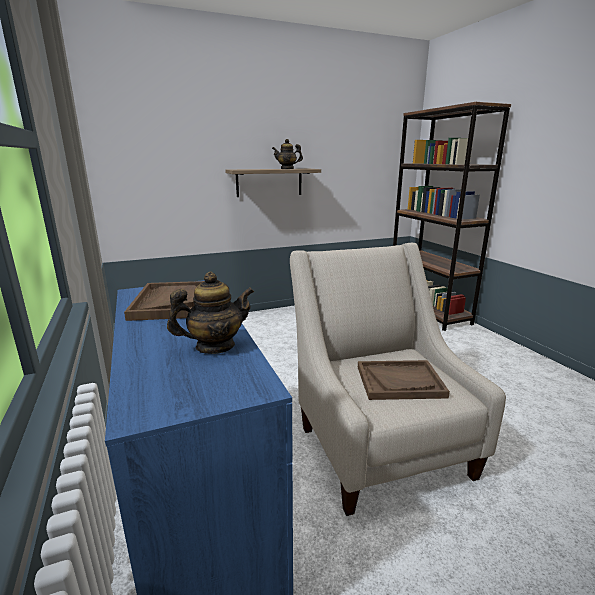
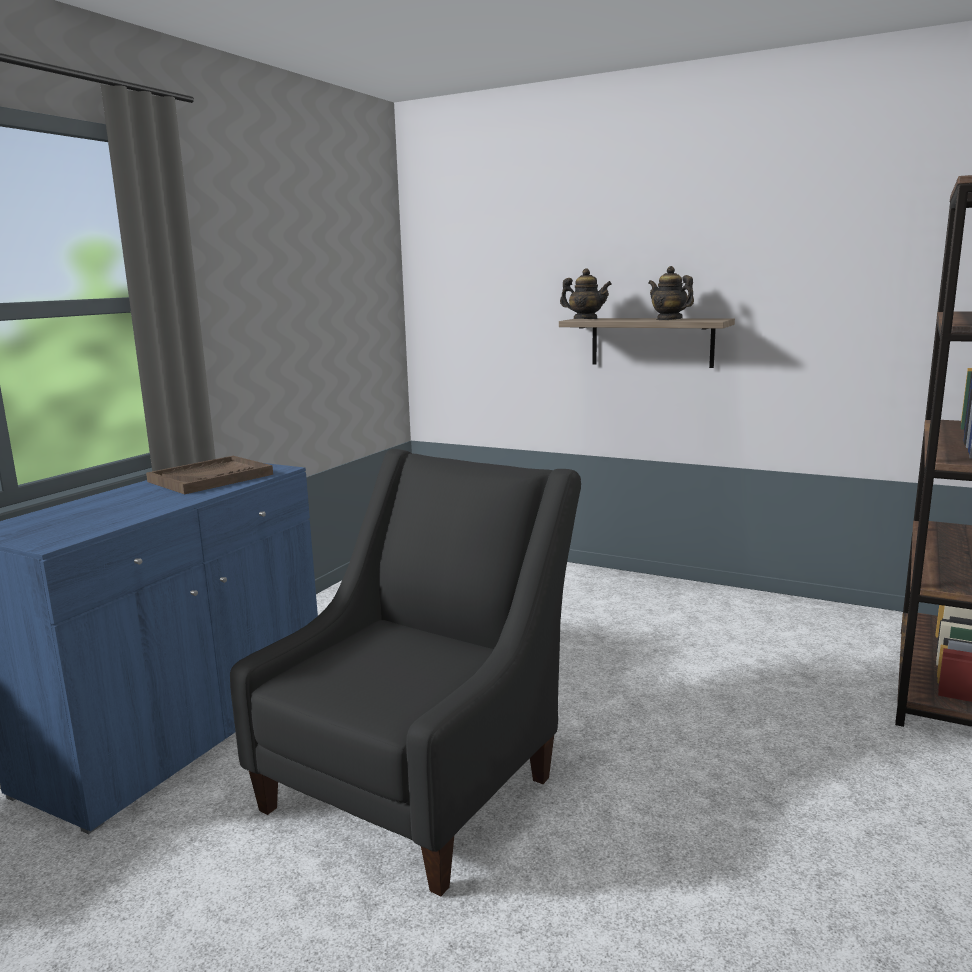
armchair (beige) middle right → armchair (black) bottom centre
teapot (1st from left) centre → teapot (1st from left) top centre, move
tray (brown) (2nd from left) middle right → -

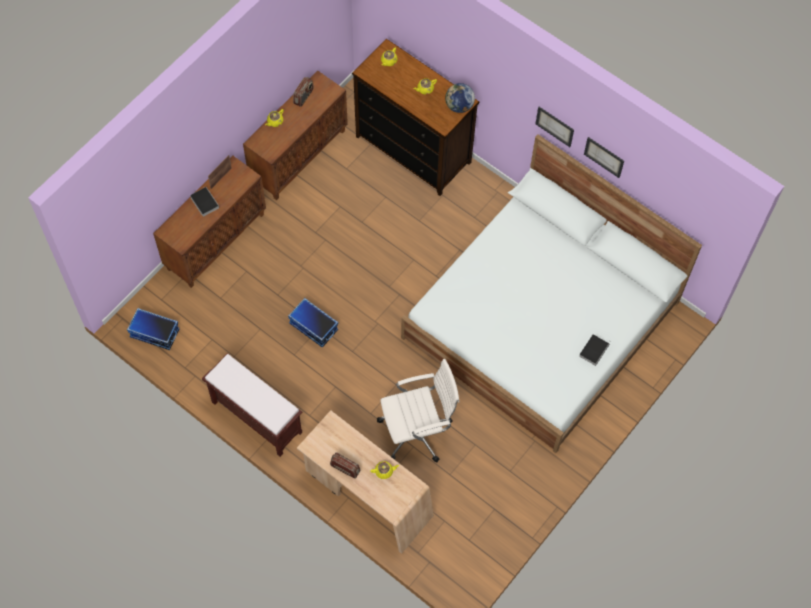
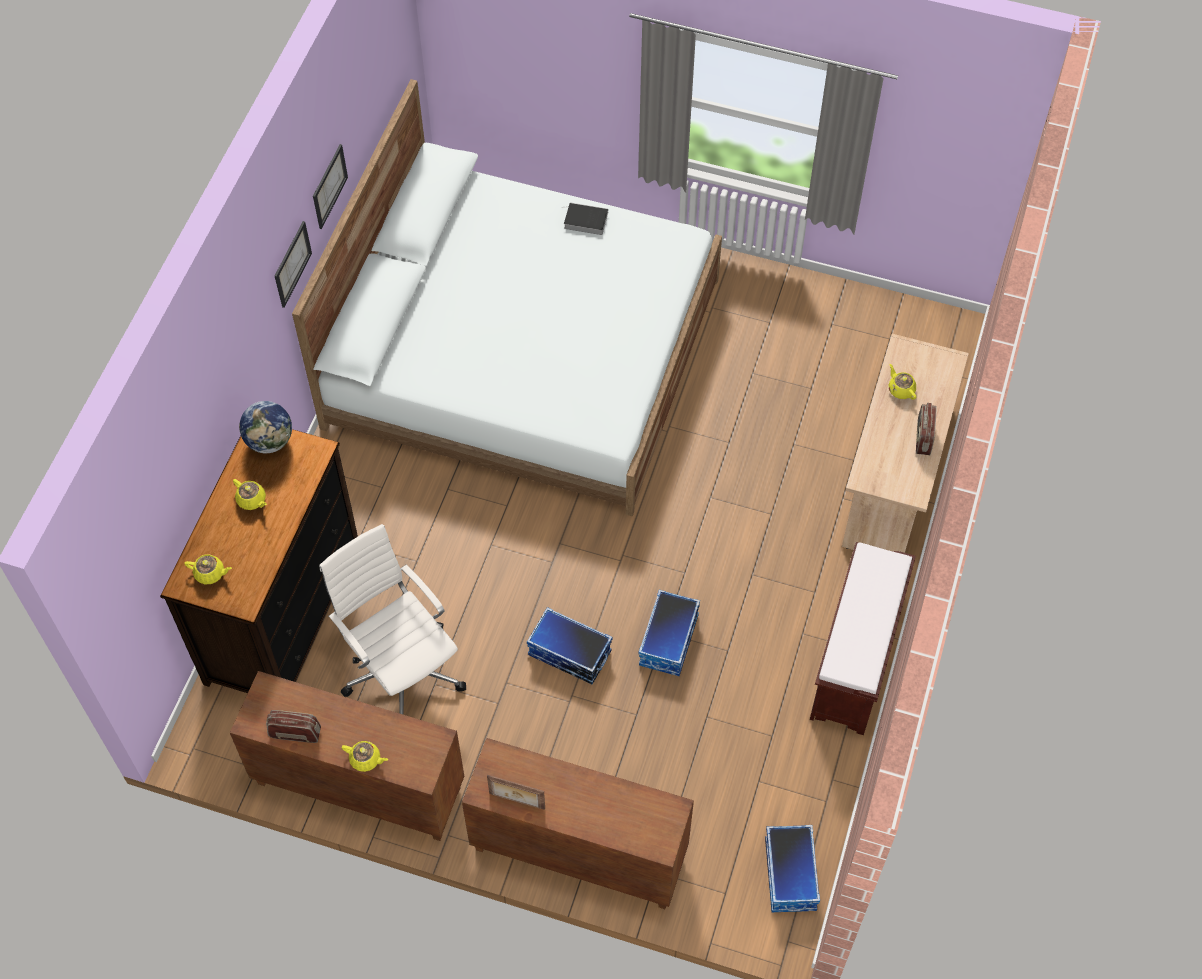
book (1st from left) top left → -
office chair (white) bottom centre → office chair (white) middle left, move
- → storage box (1st from left) centre

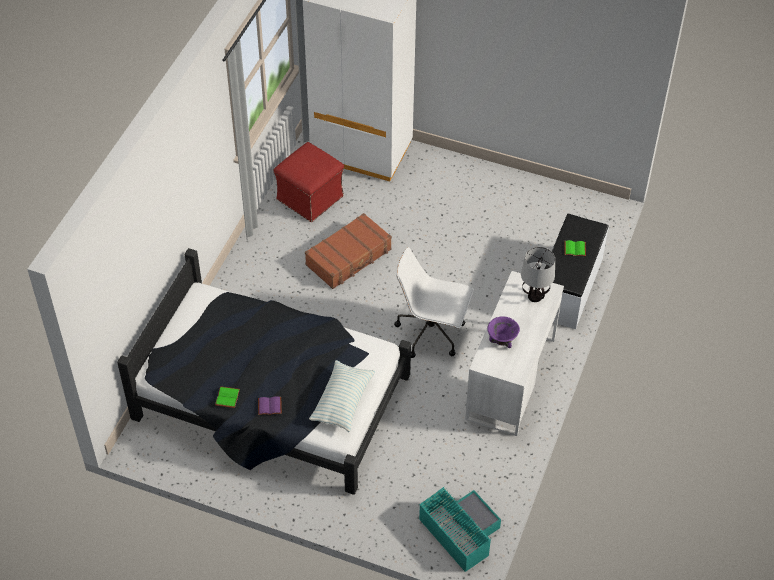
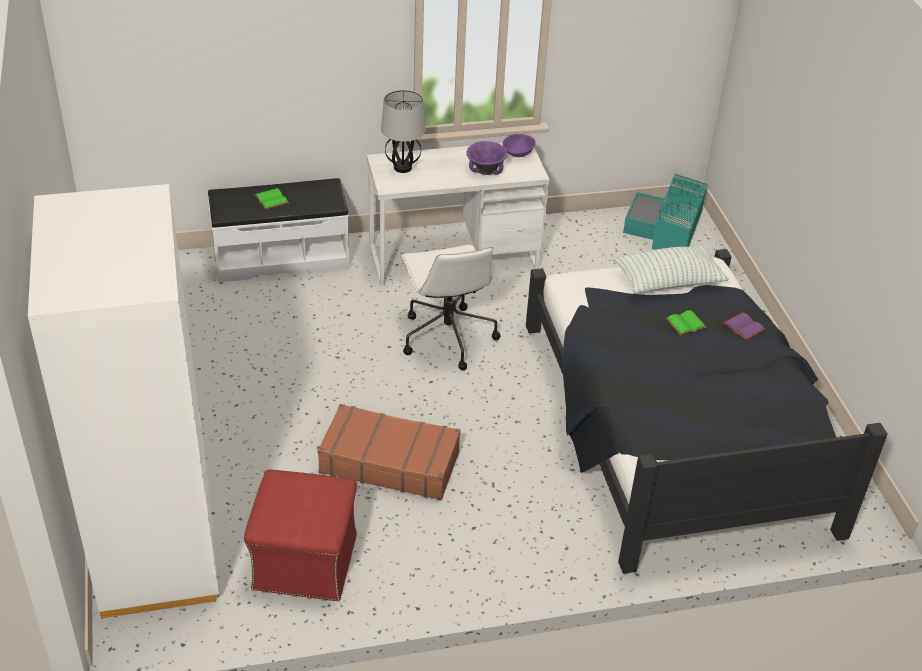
book (green) (1st from left in the first image) bottom left → book (green) (2nd from left) middle right, move
- → bowl (purple) (2nd from left) top centre

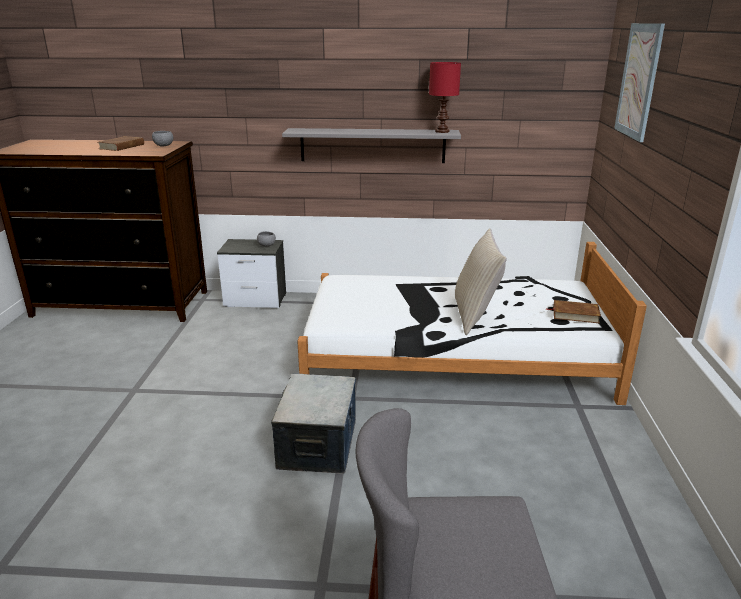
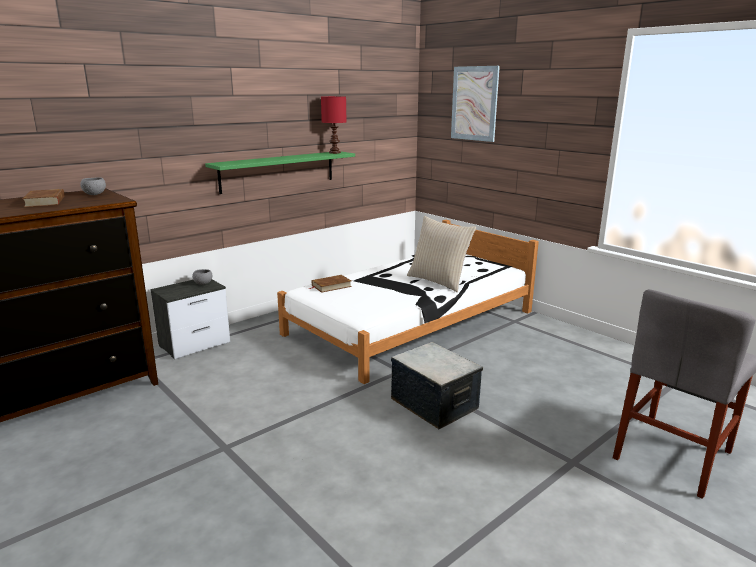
shelf (grey) top centre → shelf (green) top centre
book (brown) (2nd from left) middle right → book (brown) (2nd from left) centre, move

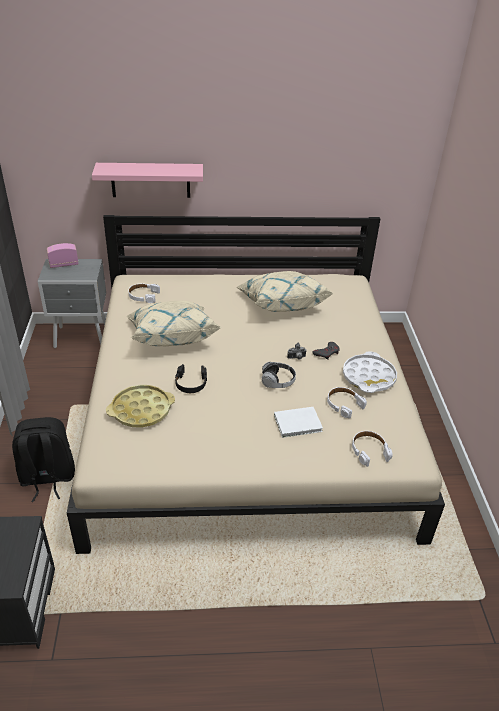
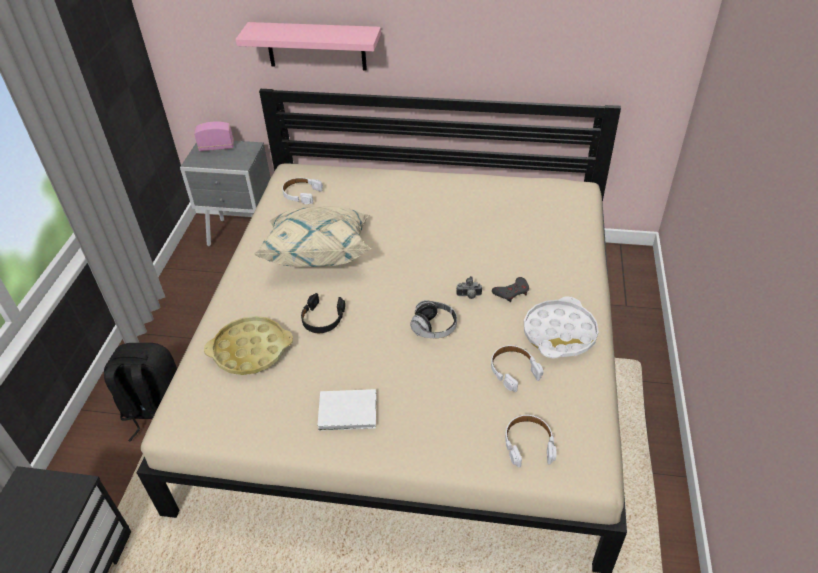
pillow (beige) (2nd from left) centre → -
book (white) centre → book (white) bottom centre, move

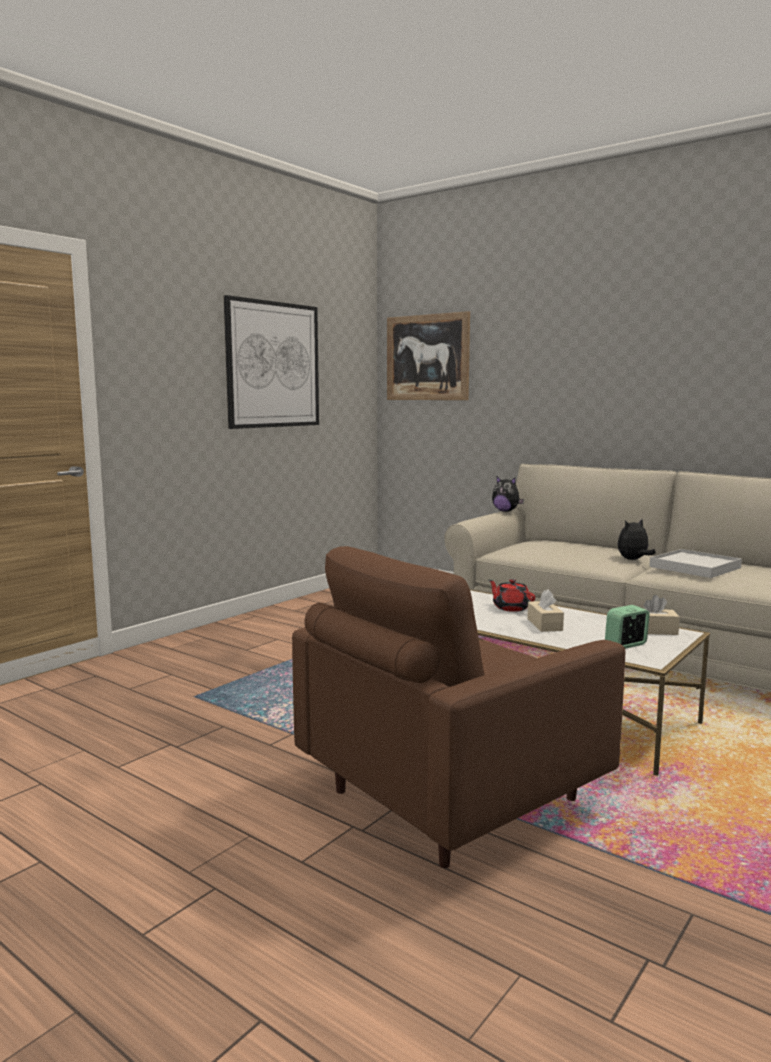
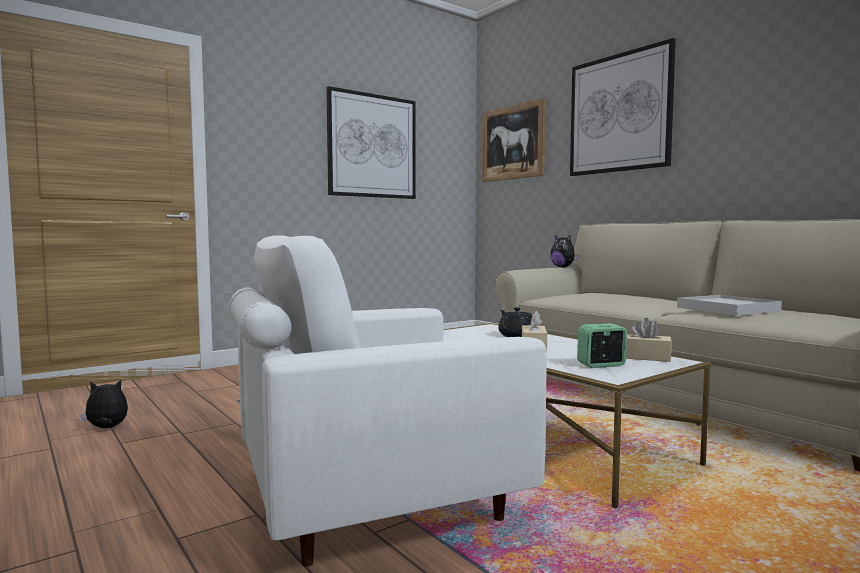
plush toy (2nd from left in the first image) middle right → plush toy (1st from left) bottom left, move
armchair (brown) centre → armchair (white) bottom centre
teapot (red) centre → teapot (black) centre
- → picture (3rd from left) top right

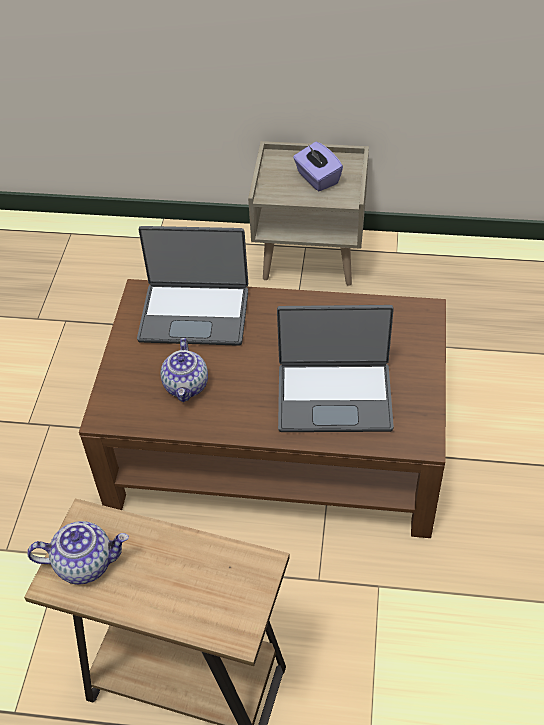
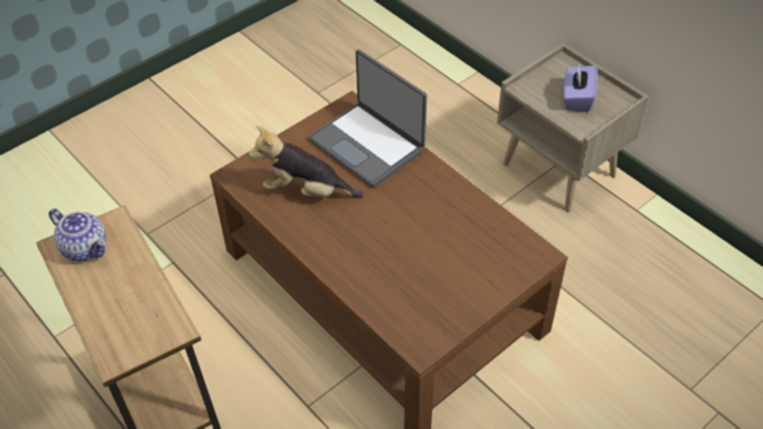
laptop (2nd from left) centre → -
teapot (2nd from left) centre → plush toy centre

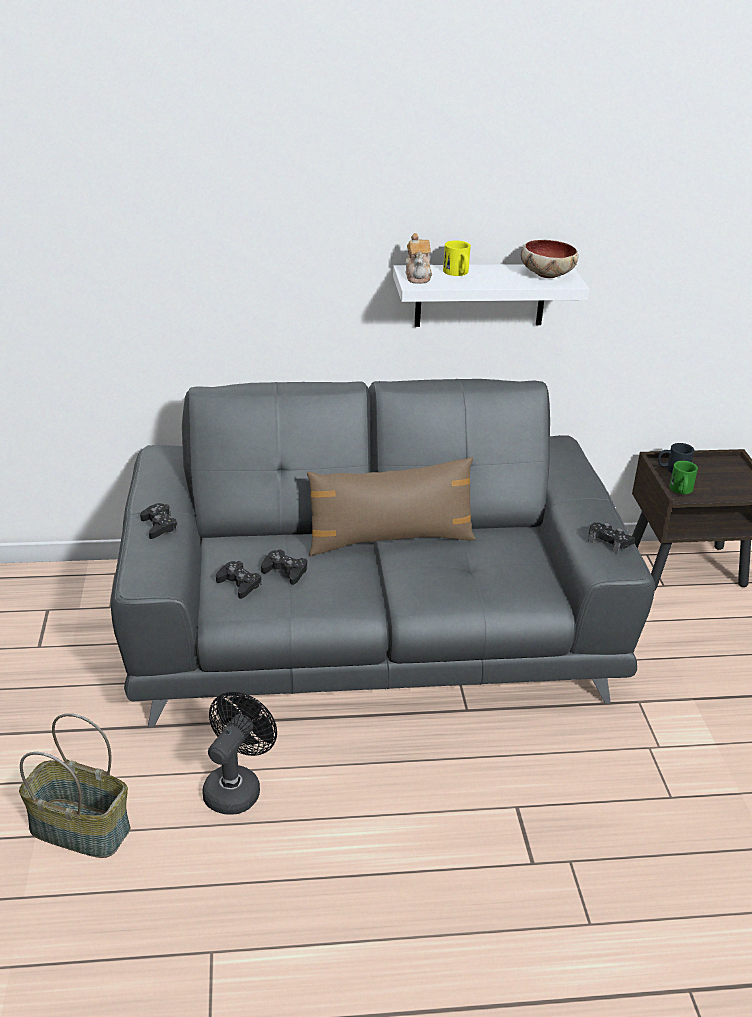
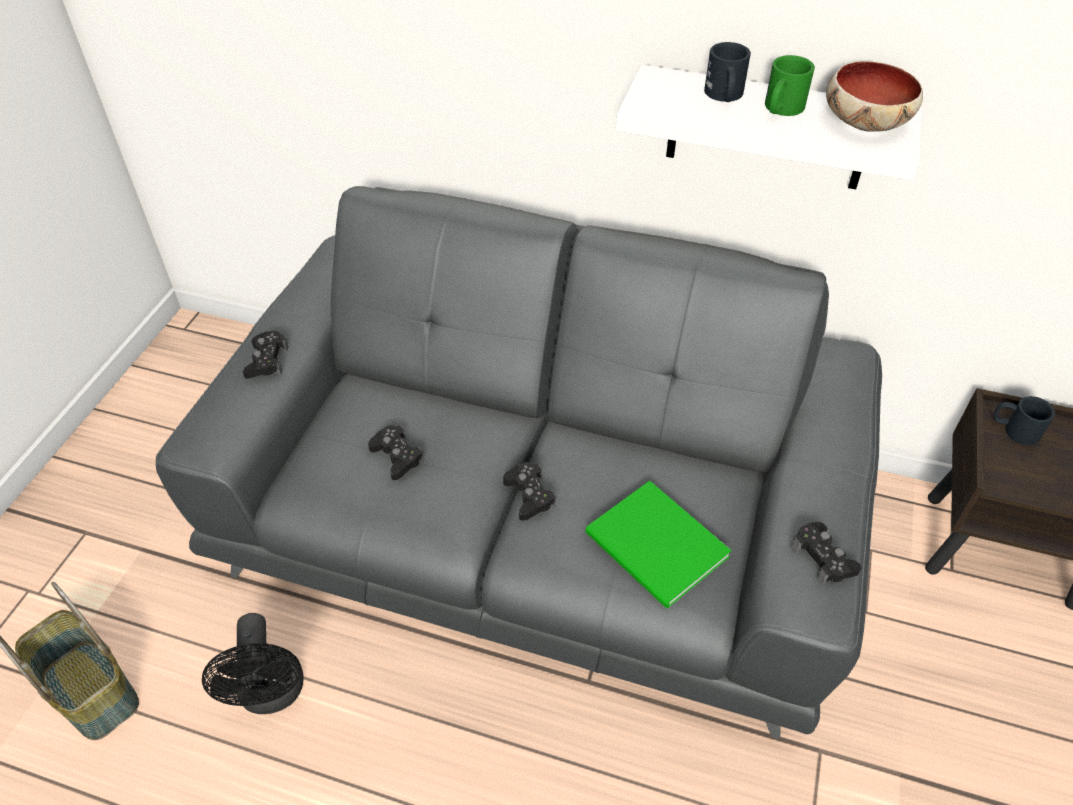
teapot top centre → -
mug (yellow) top centre → mug (black) (1st from left) top right
pillow (brown) centre → -
mug (green) middle right → mug (green) top right, move
game controller (black) (2nd from left in the first image) middle left → game controller (black) (3rd from left) centre, move
fan (black) bottom left, 120 degrees clockwise
- → book (green) bottom centre

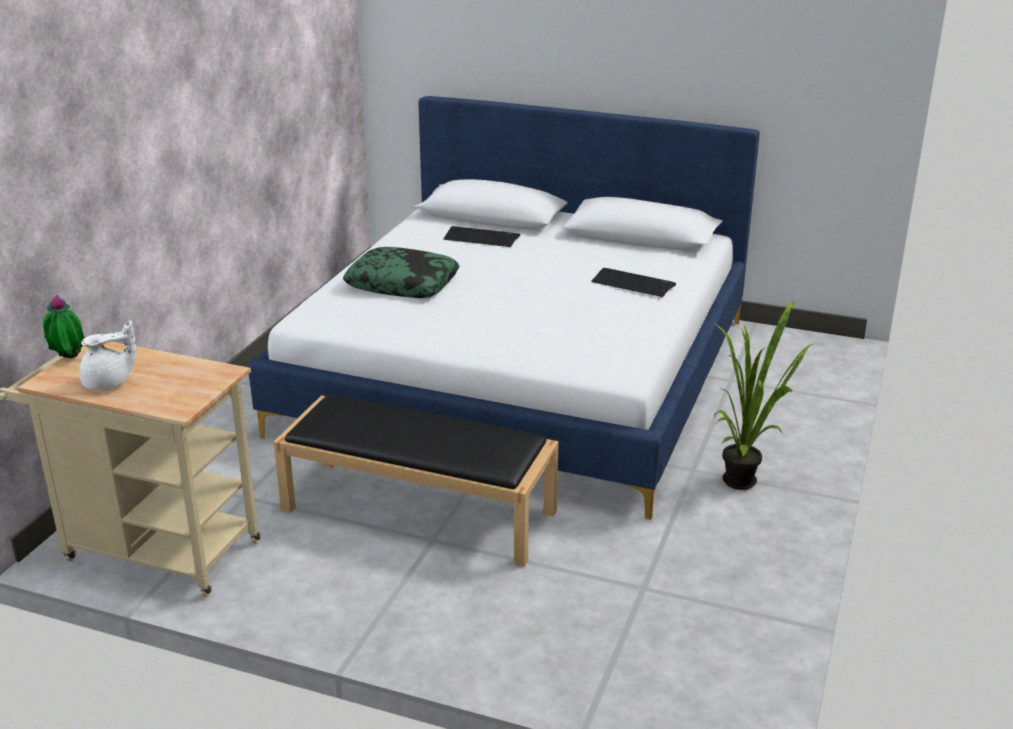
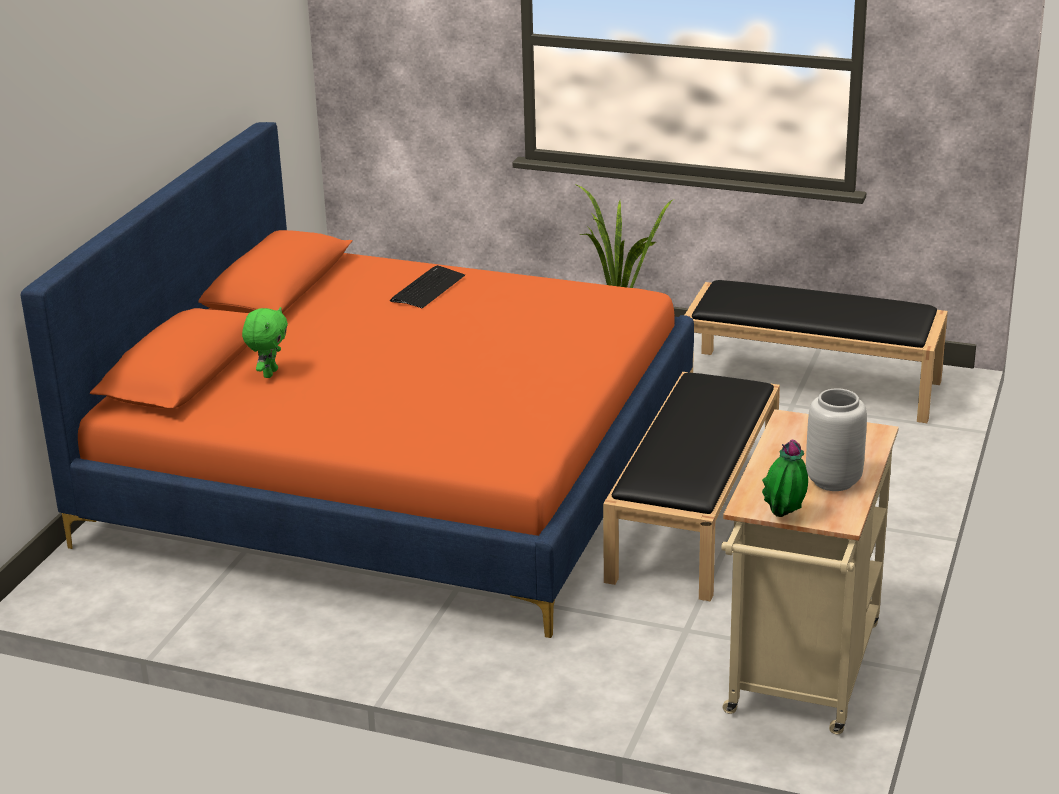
bed (white) centre → bed (orange) centre
keyboard (1st from left) top centre → plush toy (green) middle left
pillow centre → -
teapot (white) middle left → vase (grey) middle right
- → bench (black) (2nd from left) middle right

